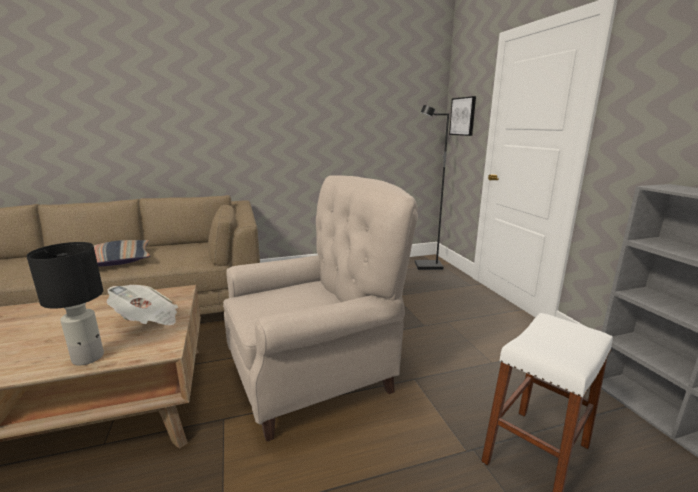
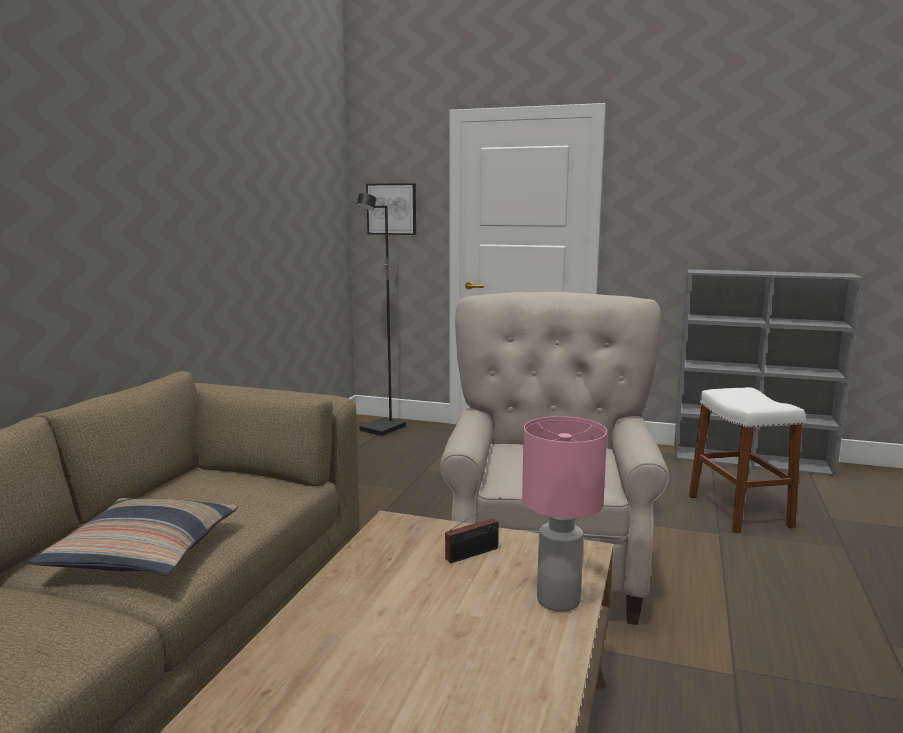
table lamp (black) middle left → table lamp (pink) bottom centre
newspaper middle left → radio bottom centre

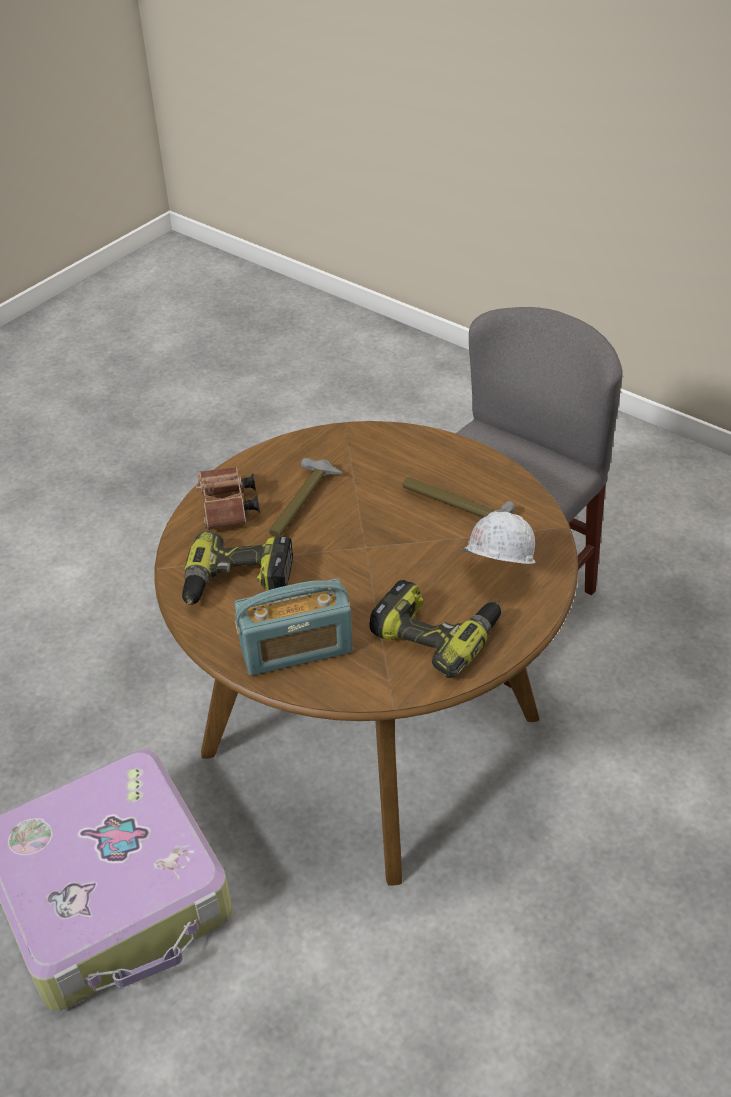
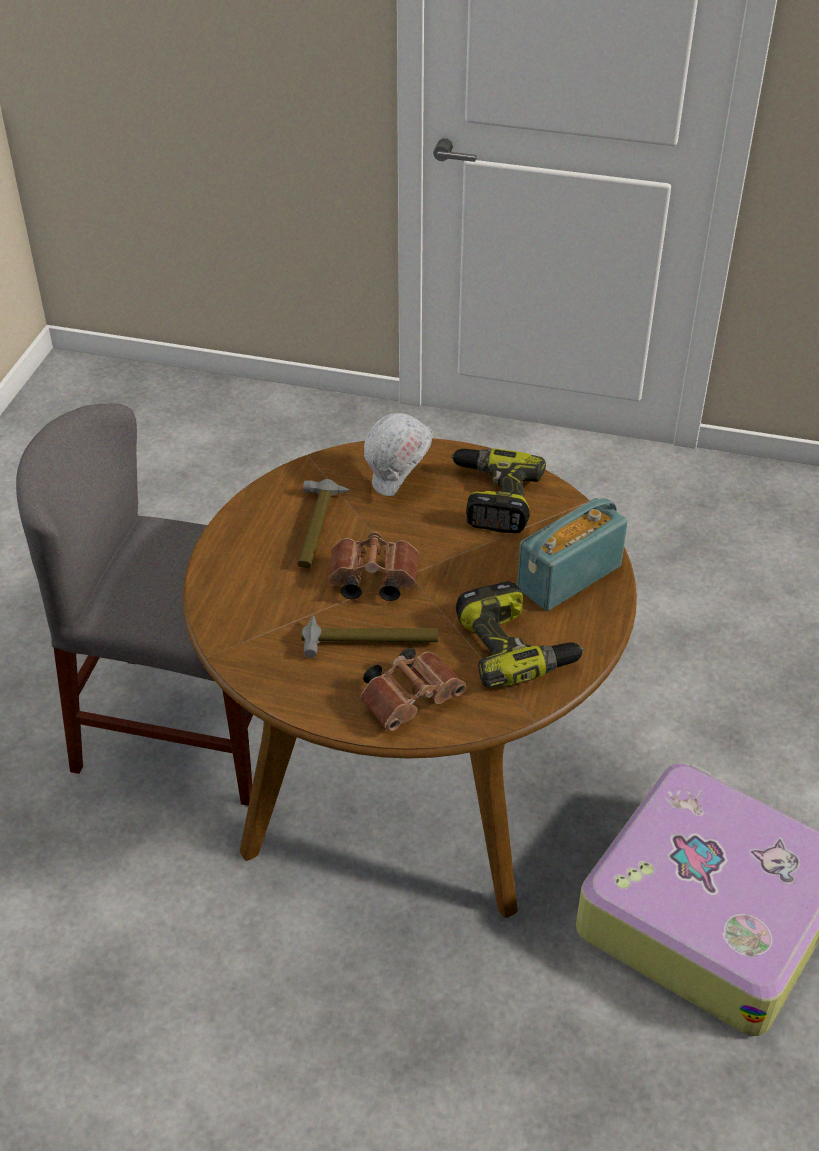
radio centre → radio middle right, 90 degrees counterclockwise
- → binoculars (brown) (1st from left) centre

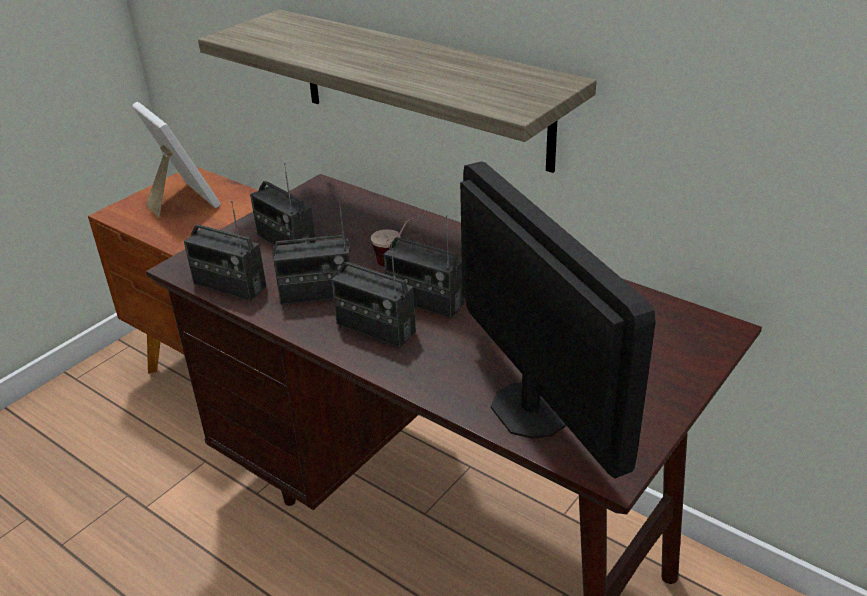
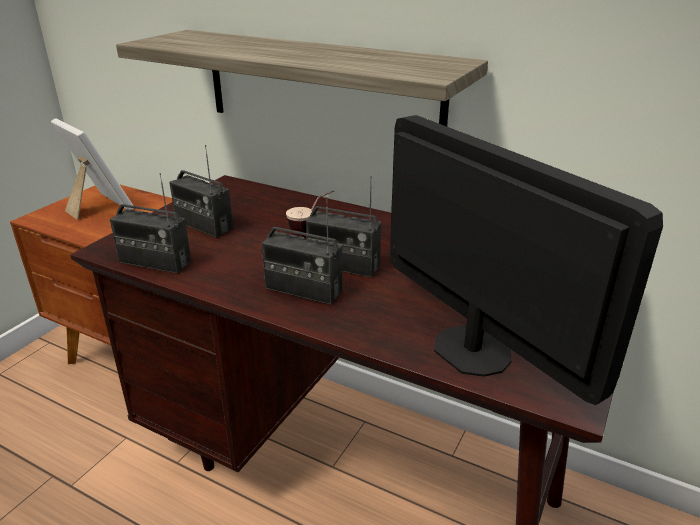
radio (3rd from left) centre → -

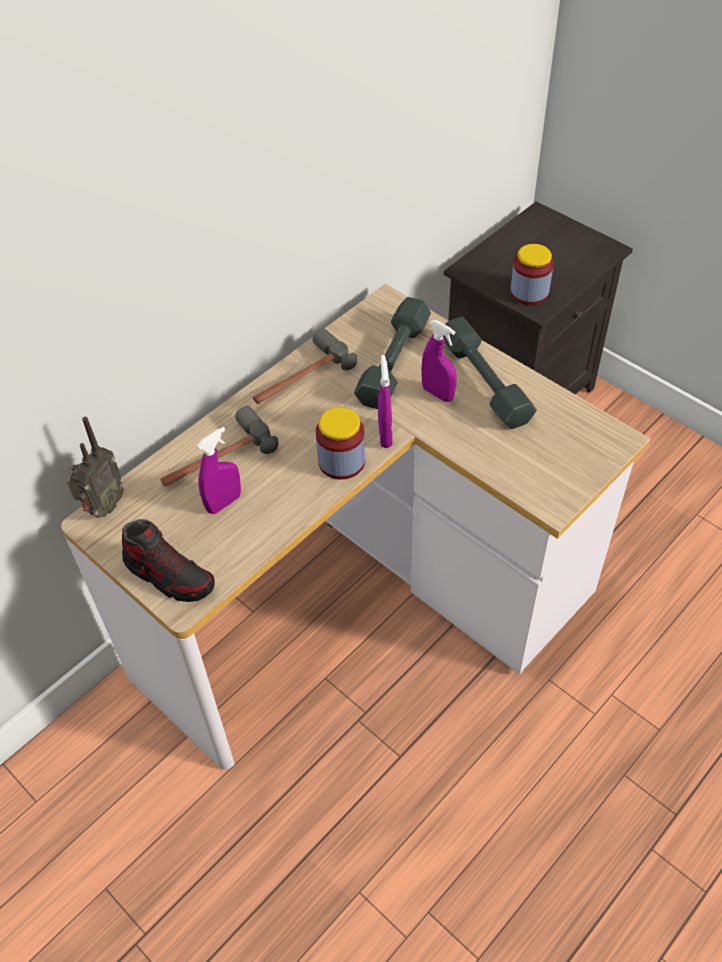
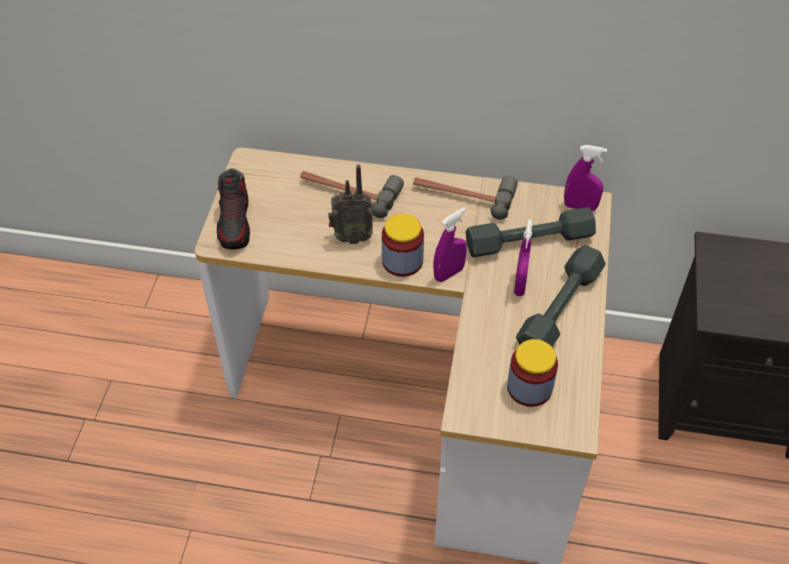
jar (2nd from left) top right → jar (2nd from left) middle right, move
radio middle left → radio centre, move
spray bottle (purple) (1st from left in the first image) middle left → spray bottle (purple) (3rd from left) top right, move

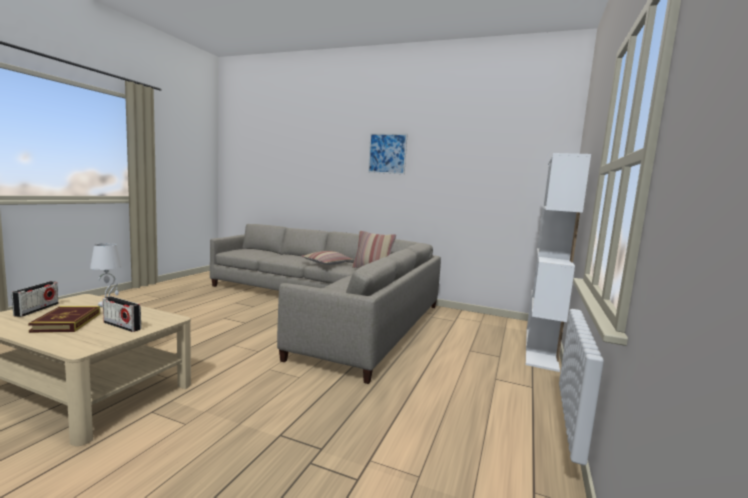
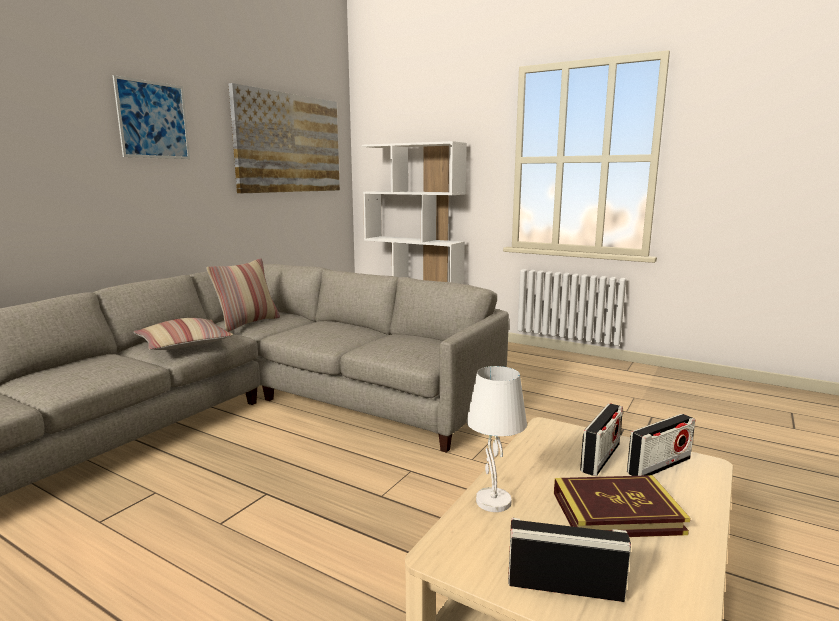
- → picture (2nd from left) top centre
- → radio (3rd from left) bottom right

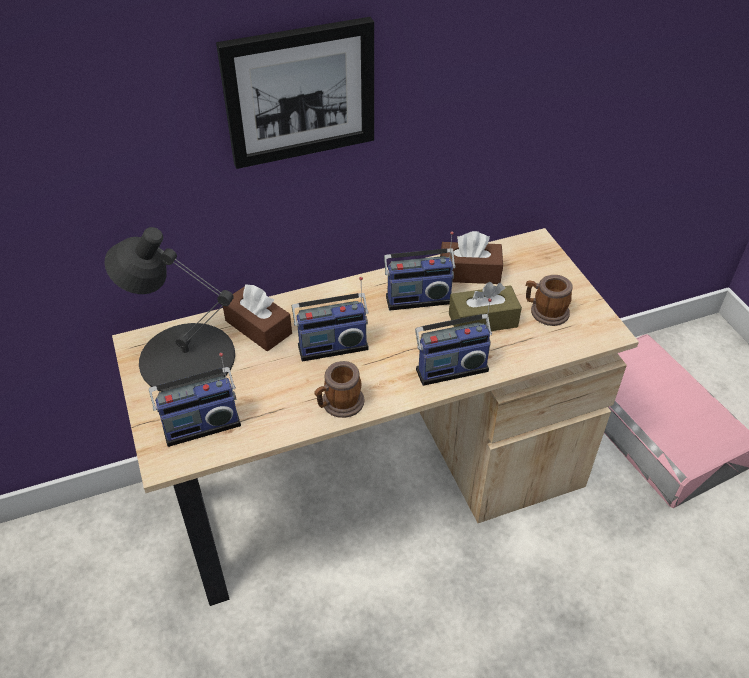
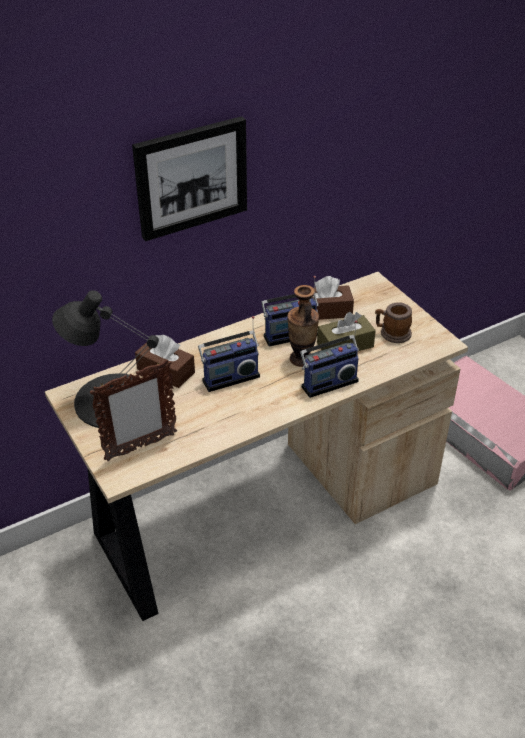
radio (1st from left) middle left → picture frame middle left
mug (1st from left) centre → -
- → vase centre

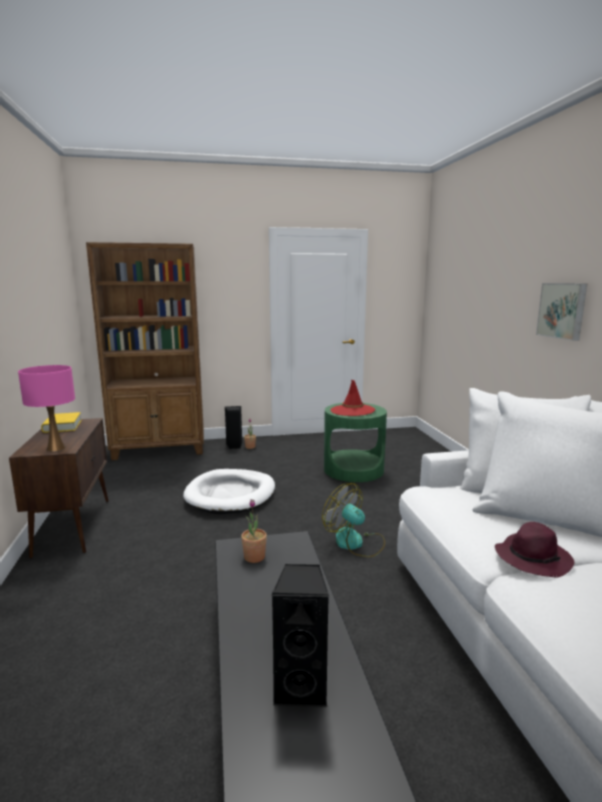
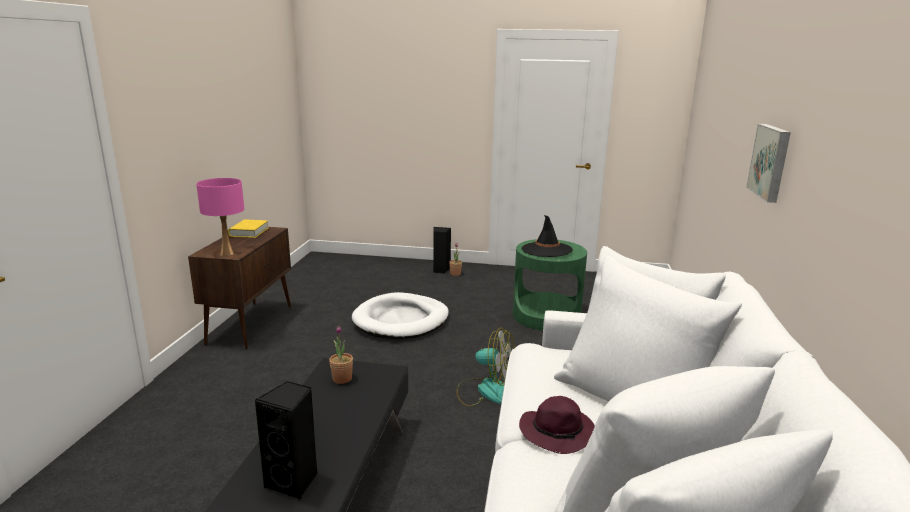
bookcase (brown) middle left → -
hat (red) centre → hat (black) centre
fan centre → fan bottom centre, 135 degrees clockwise

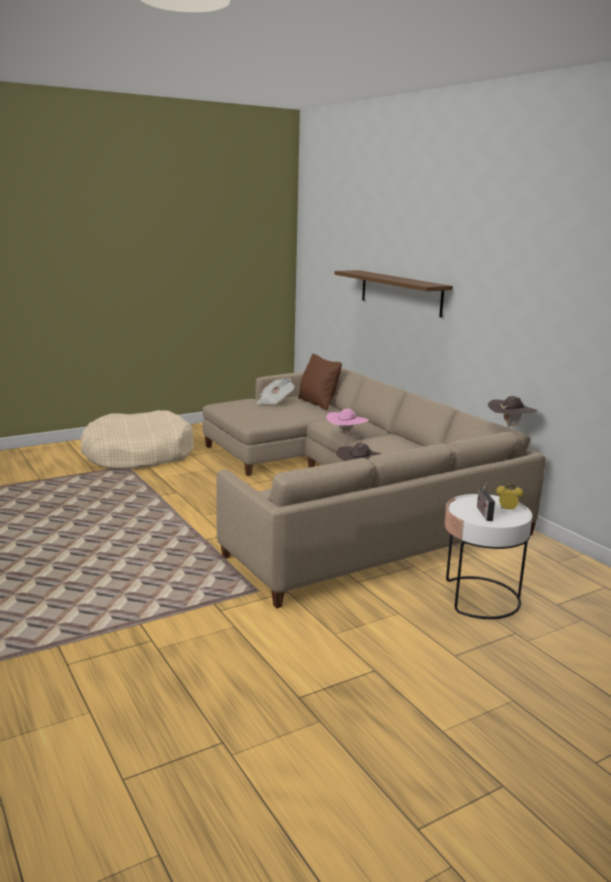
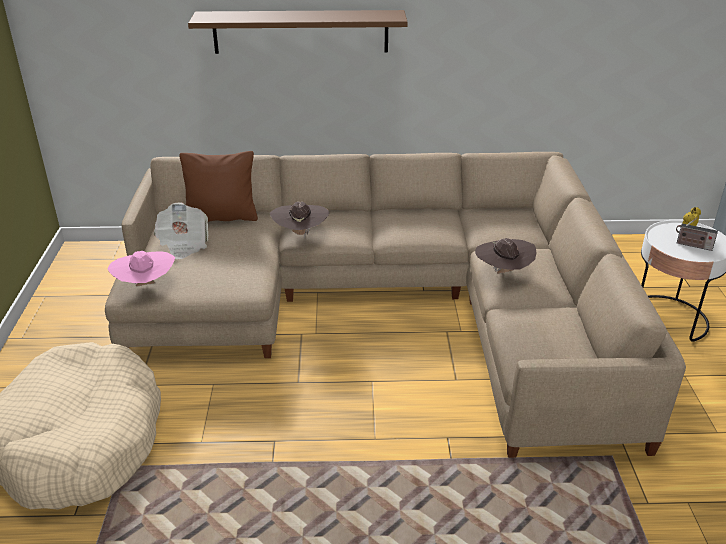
hat (brown) (2nd from left in the first image) middle right → hat (brown) (1st from left) centre, move
hat (pink) centre → hat (pink) middle left, move

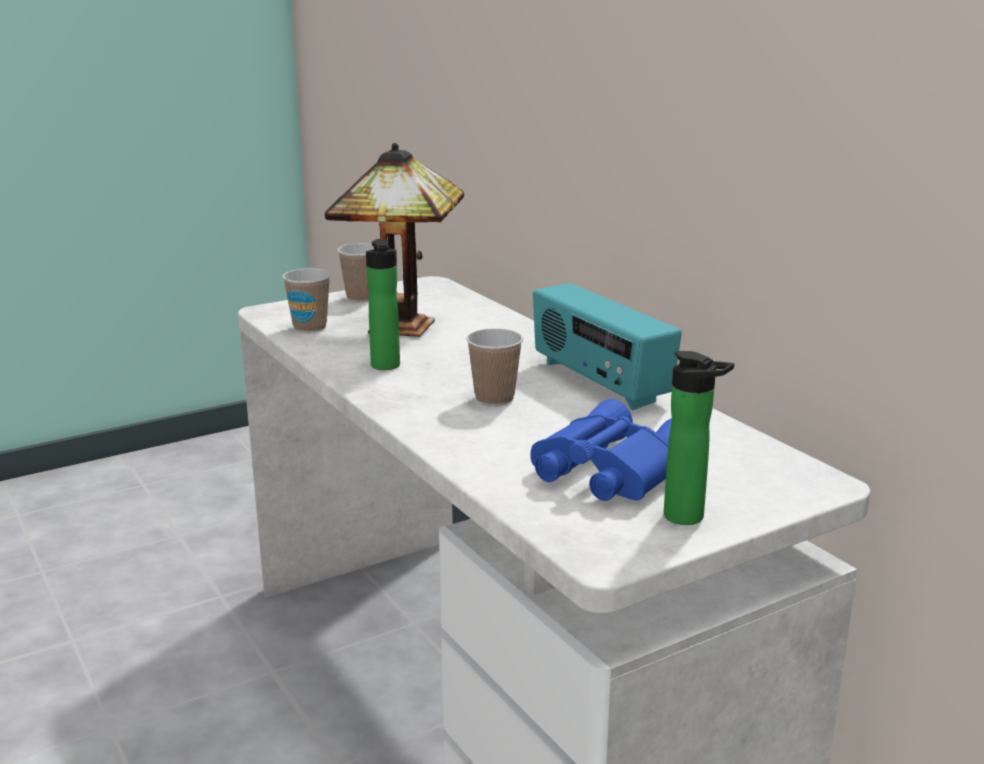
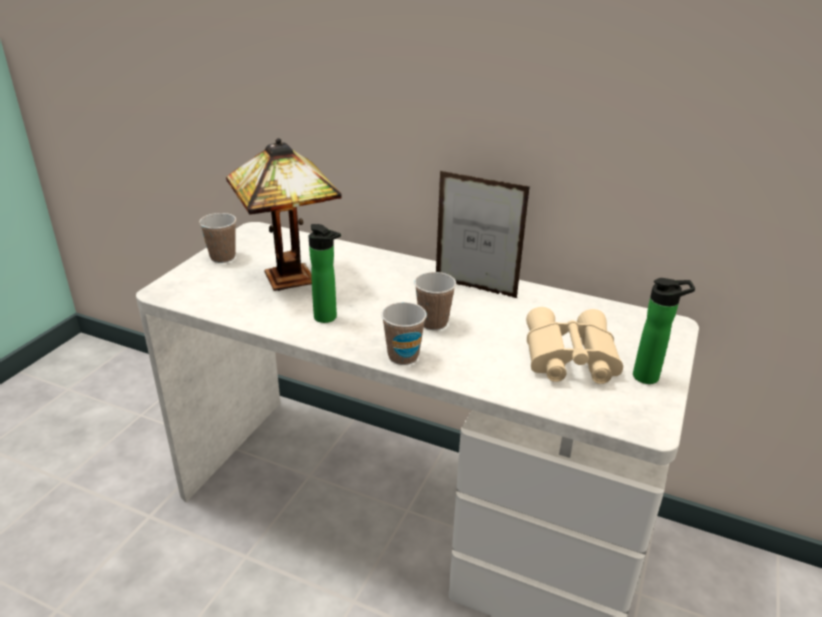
cup (1st from left in the first image) middle left → cup (2nd from left) centre, move
radio centre → picture frame centre
binoculars (blue) centre → binoculars (beige) middle right

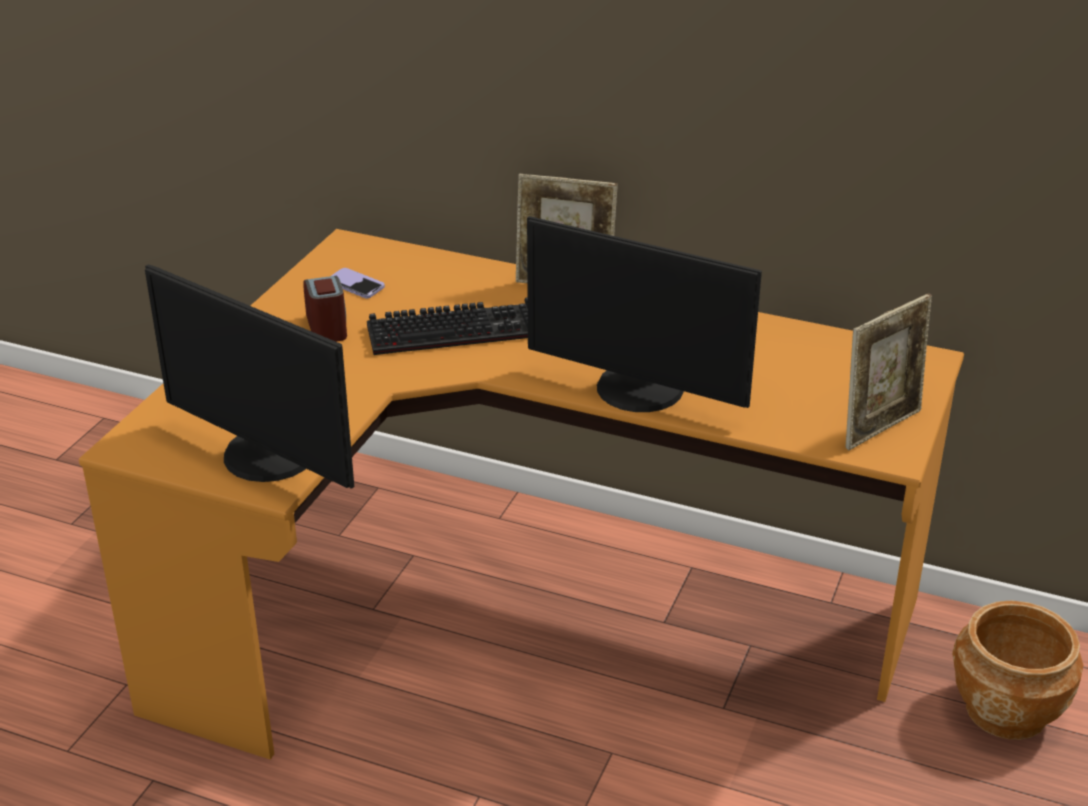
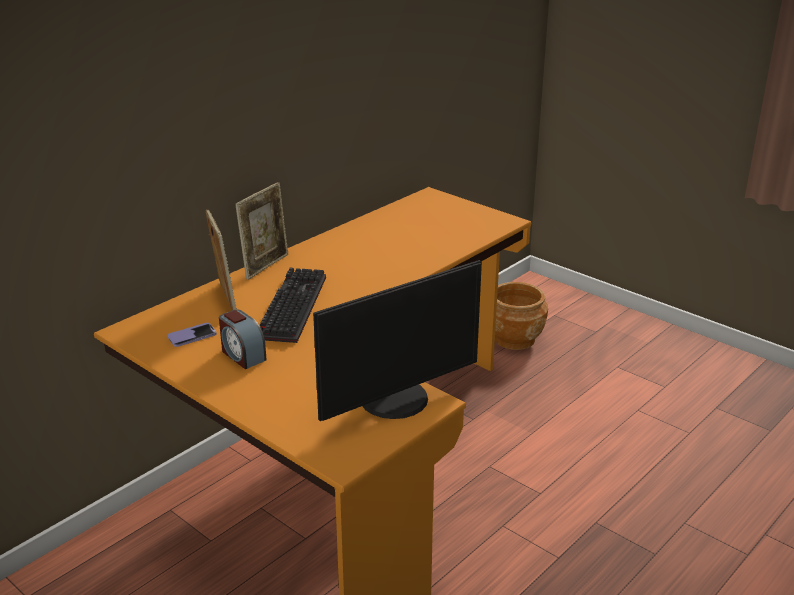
monitor (2nd from left) centre → -
alarm clock middle left, 135 degrees counterclockwise
picture frame (2nd from left in the first image) middle right → picture frame (1st from left) middle left, move

